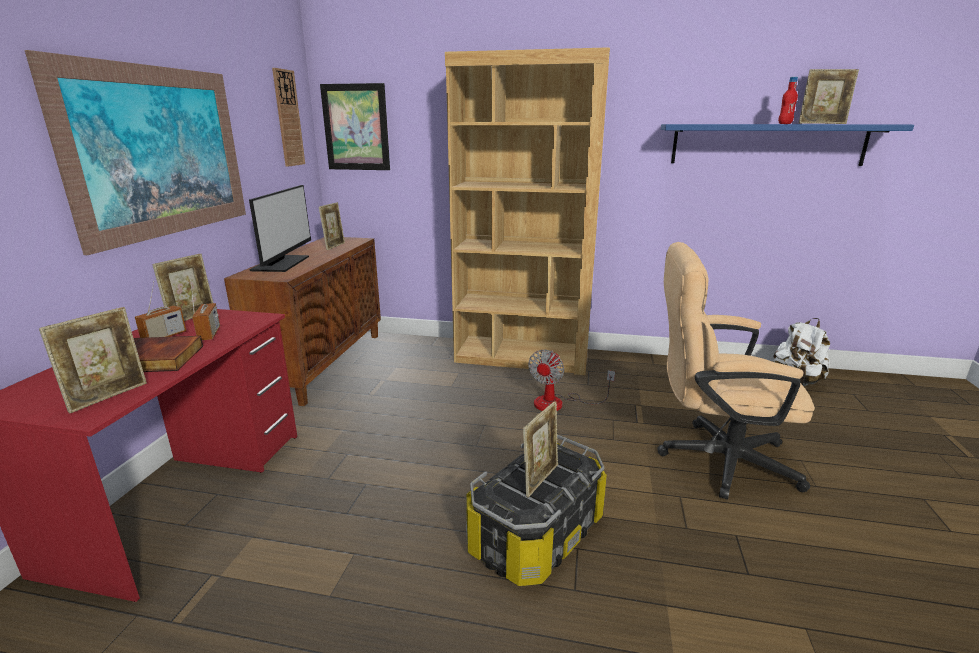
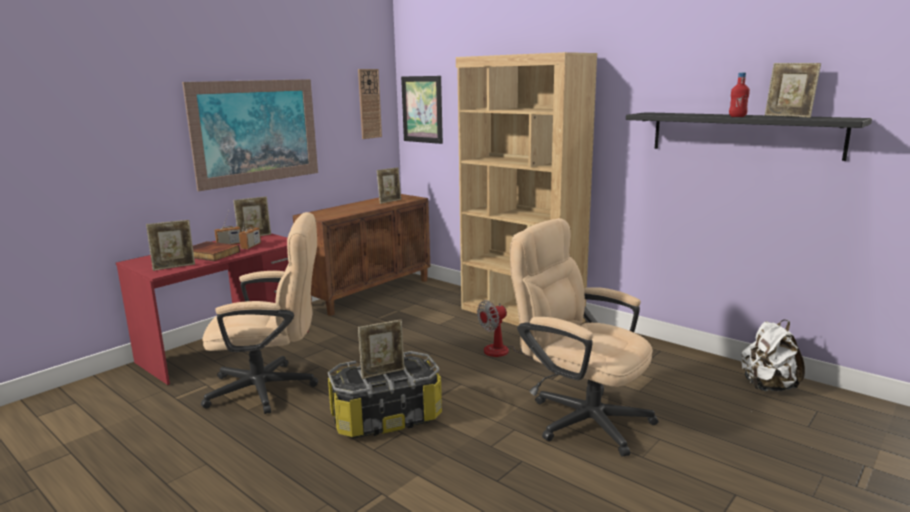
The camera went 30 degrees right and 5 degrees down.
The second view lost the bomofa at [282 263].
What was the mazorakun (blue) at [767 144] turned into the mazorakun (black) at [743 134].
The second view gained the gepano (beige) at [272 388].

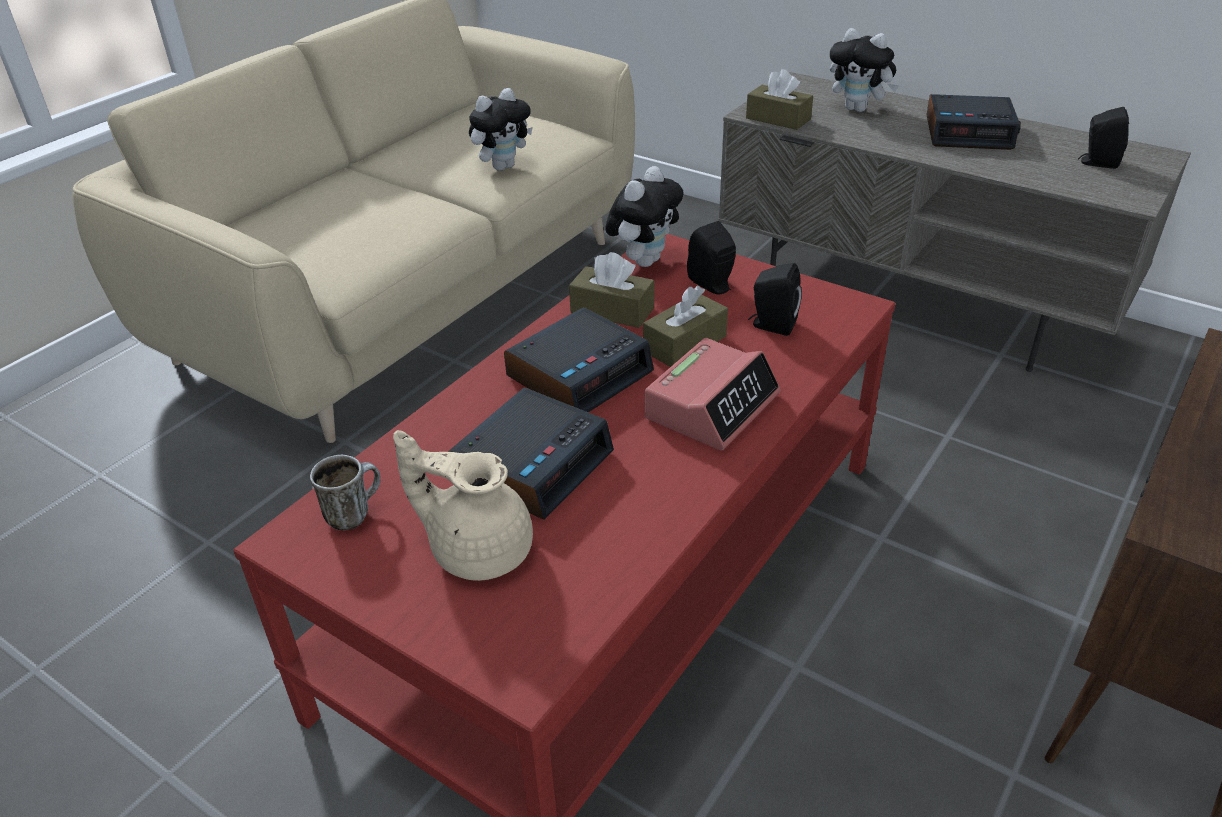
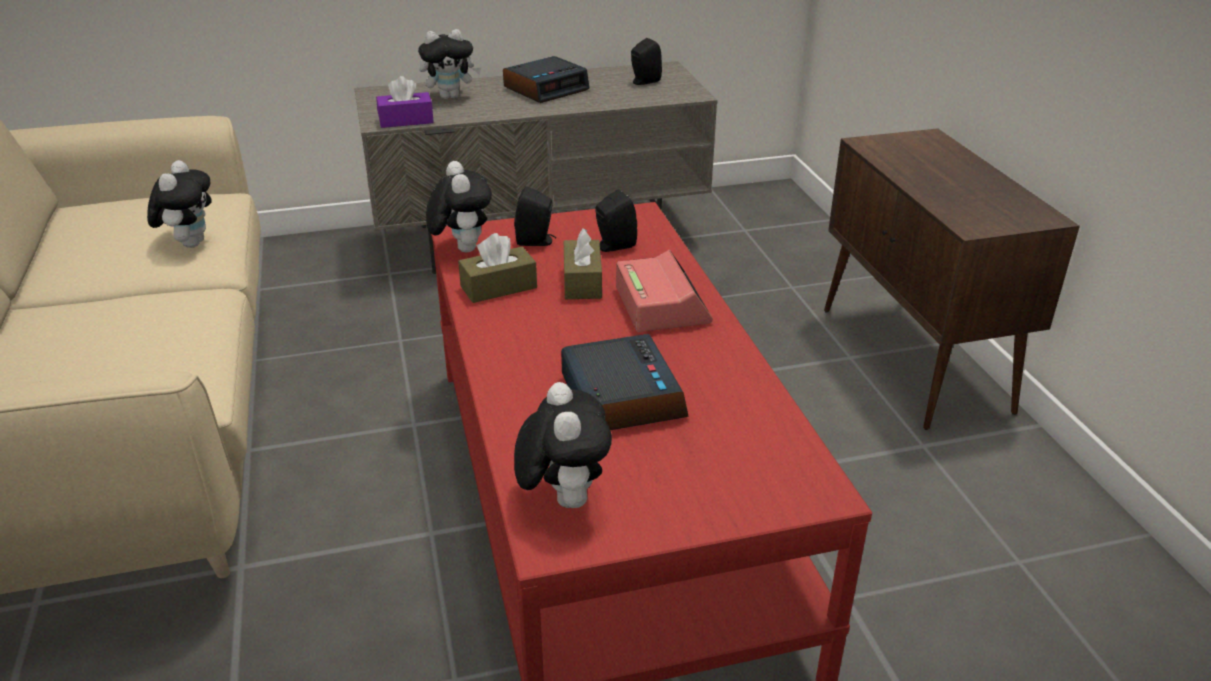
The camera went 50 degrees left and 5 degrees down.
Where the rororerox stood at [353 513], the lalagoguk came to stand at [562 498].
The second view lost the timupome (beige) at [478 548].
The second view lost the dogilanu at [579 373].
What was the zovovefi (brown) at [778 119] turned into the zovovefi (purple) at [406 120].

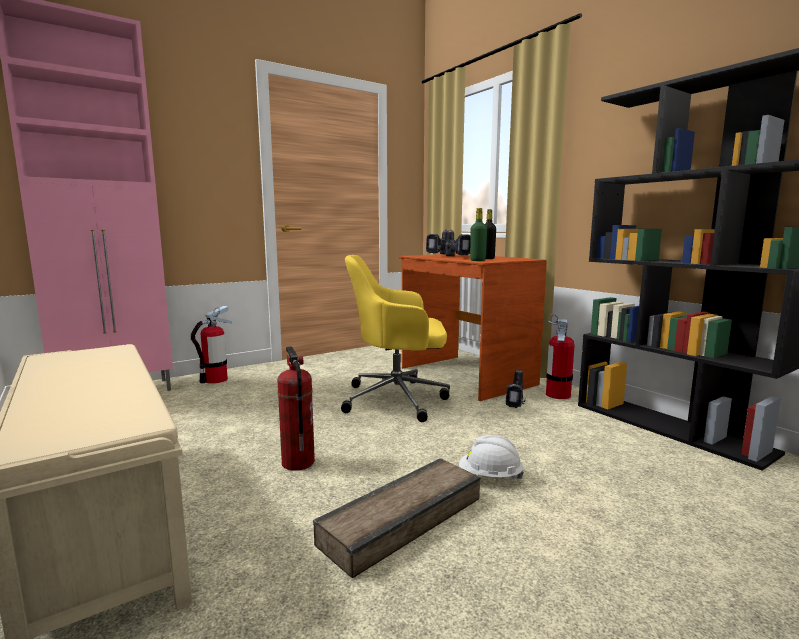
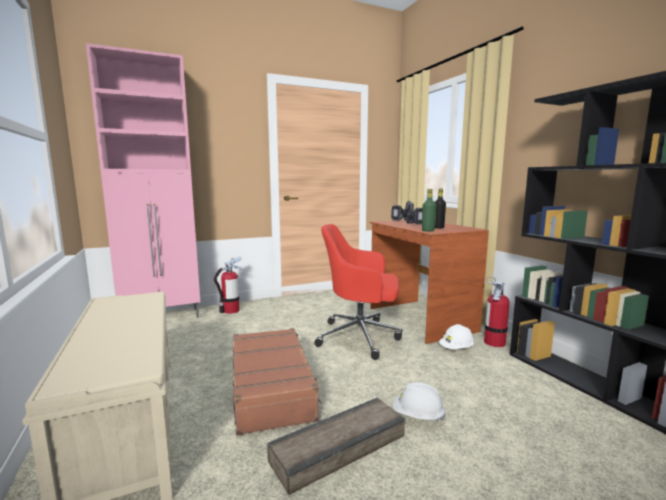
The camera went 10 degrees right and 0 degrees up.
Where the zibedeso stood at [297 463], the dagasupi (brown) came to stand at [272 387].
What was the gepano (yellow) at [398 399] turned into the gepano (red) at [361 337].
Where the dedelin stood at [516 404], the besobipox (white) came to stand at [456 349].

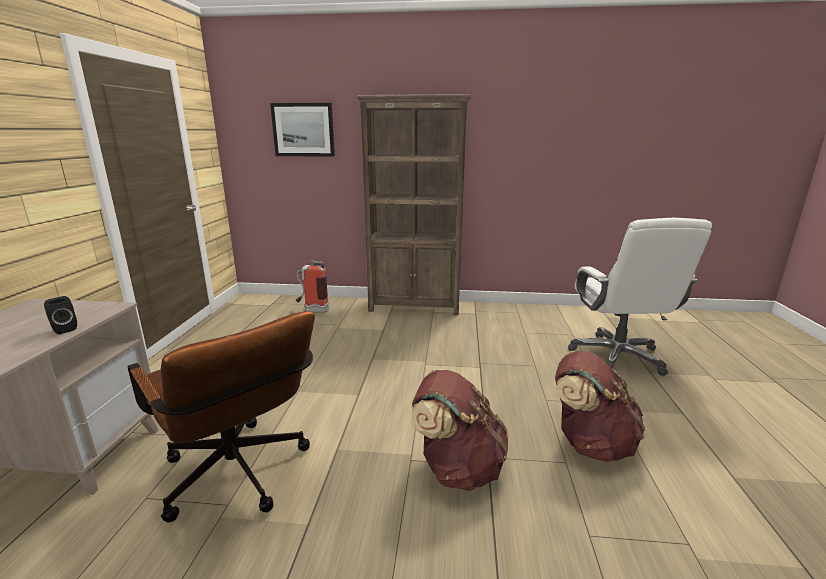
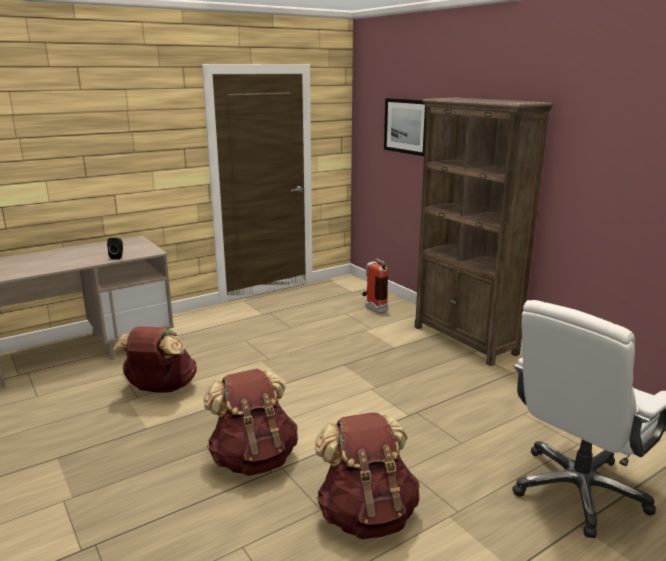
The camera went 50 degrees right and 0 degrees up.
Where the gepano (brown) stood at [240 478], the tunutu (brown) came to stand at [160 389].

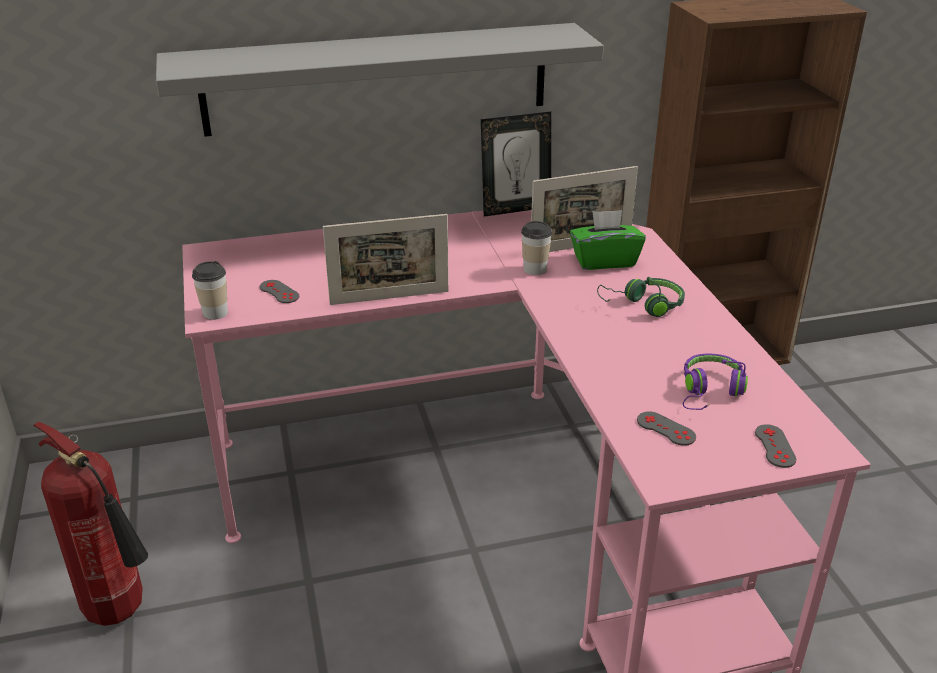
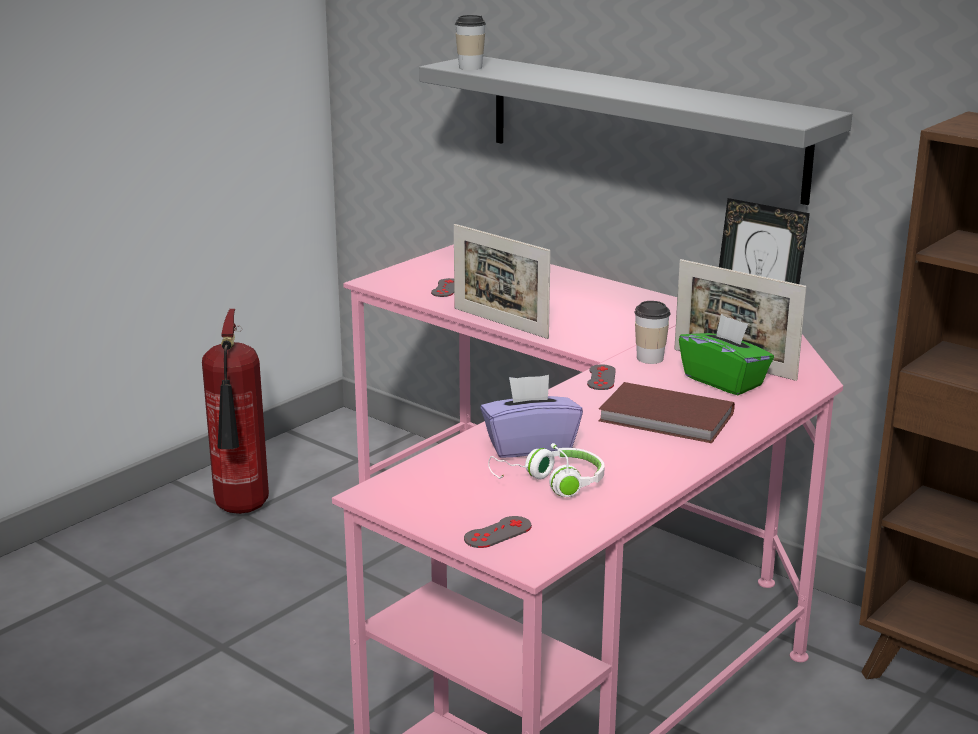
The camera went 55 degrees right and 10 degrees down.
The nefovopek ended up elsewhere, having gone from [215 313] to [470 67].
Where the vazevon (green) stood at [644 305], the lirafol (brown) came to stand at [667 418].
The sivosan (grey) ended up elsewhere, having gone from [666 429] to [601 378].
What was the vazevon (purple) at [710 391] turned into the vazevon (white) at [551 483].
The second view gained the zovovefi (purple) at [530 446].

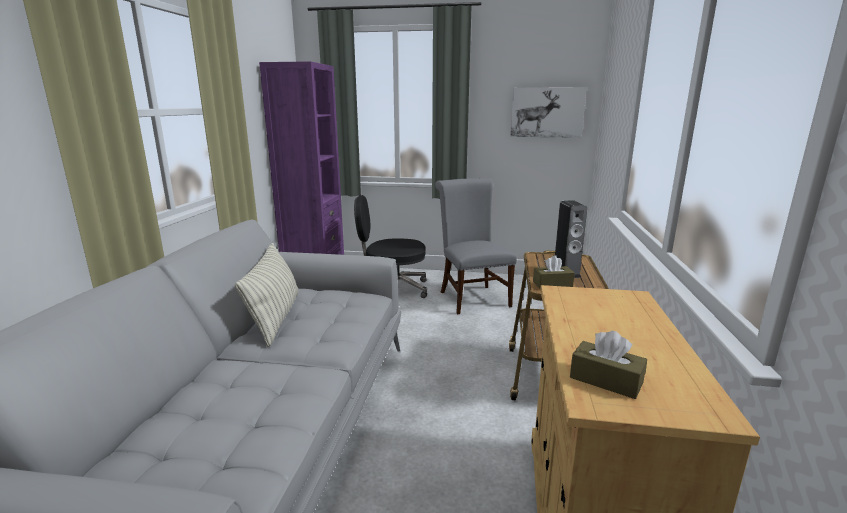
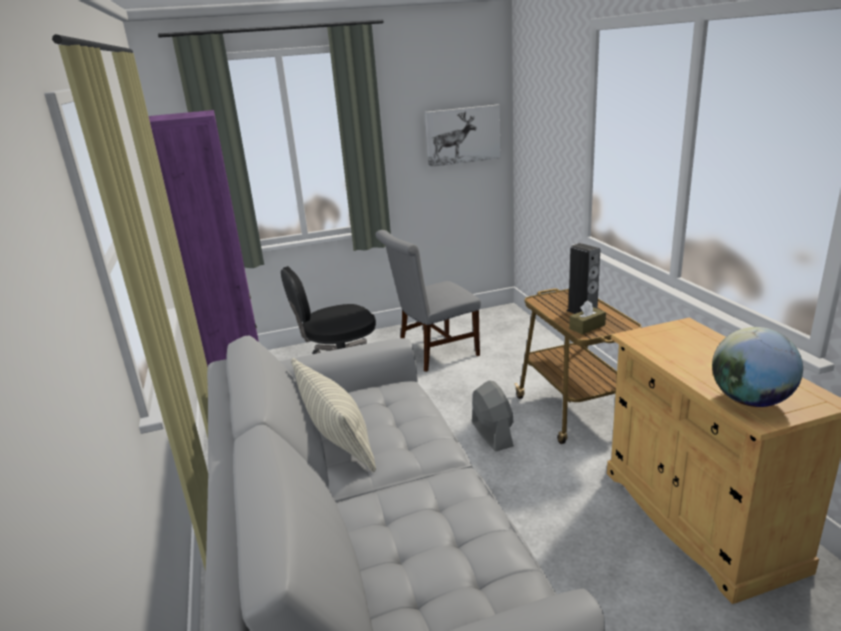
The camera went 25 degrees left and 5 degrees up.
The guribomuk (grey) at [472 297] ended up facing another way, 75 degrees counterclockwise from before.
Where the zovovefi (brown) stood at [606 380], the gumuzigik came to stand at [750 401].
The second view gained the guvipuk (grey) at [492 434].

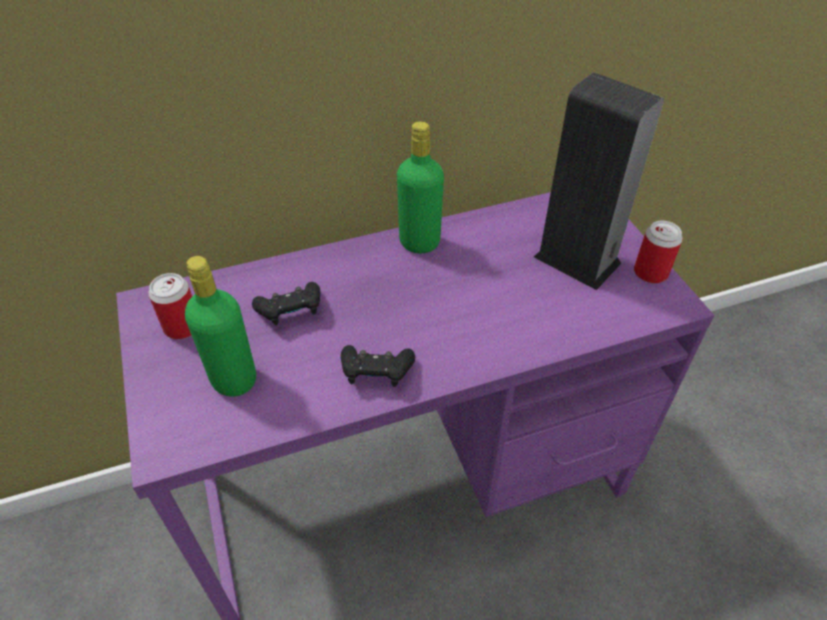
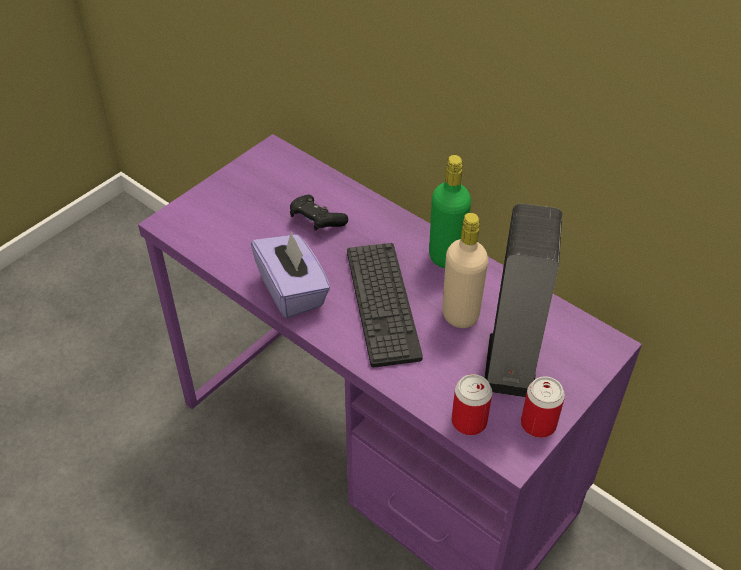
The camera went 60 degrees right and 0 degrees up.
The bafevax ended up elsewhere, having gone from [182 327] to [469 421].
The second view lost the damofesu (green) at [234 380].
Where the sivosan (black) stood at [376 374], the zovovefi (purple) came to stand at [292 291].
The second view gained the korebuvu at [382 303].
The second view gained the damofesu (beige) at [460 315].

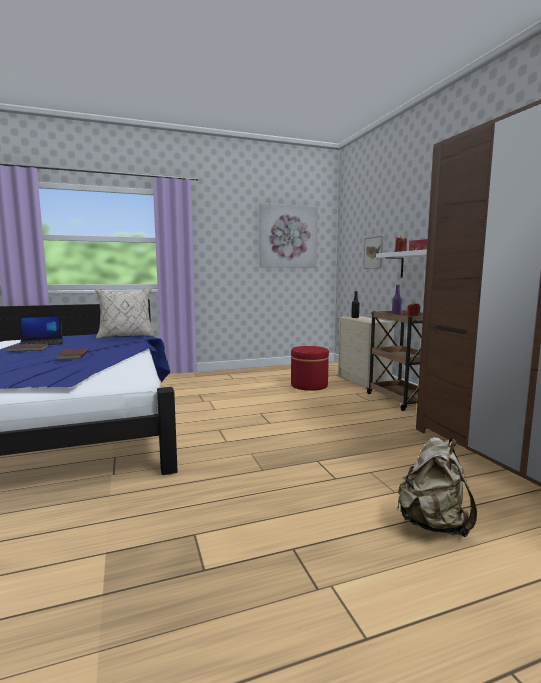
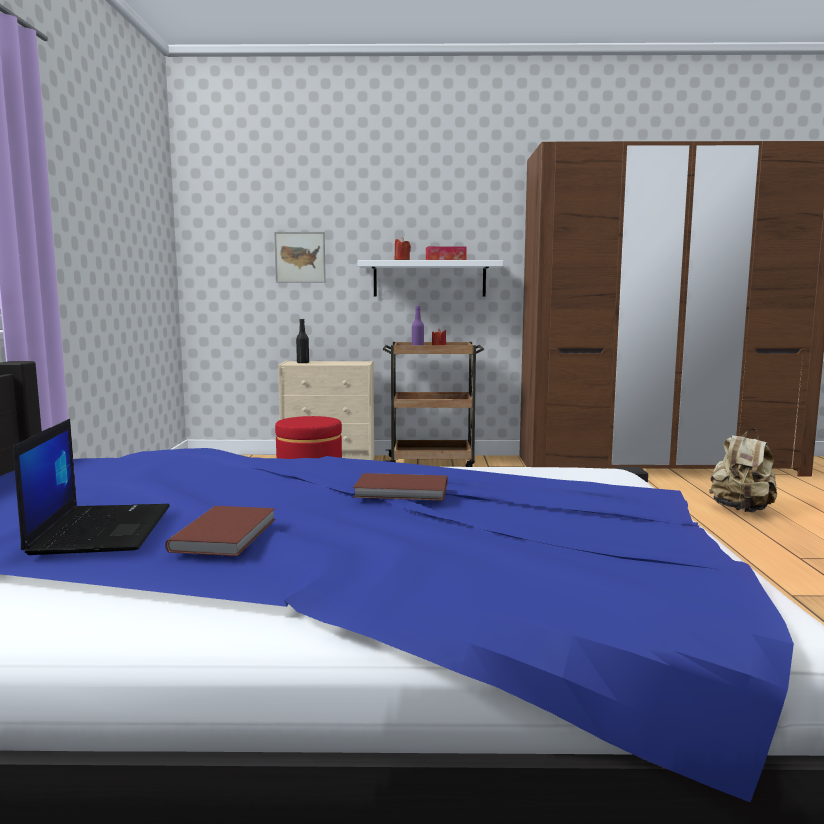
The camera went 70 degrees left and 0 degrees up.
The second view lost the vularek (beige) at [126 336].
The second view lost the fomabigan at [288 236].

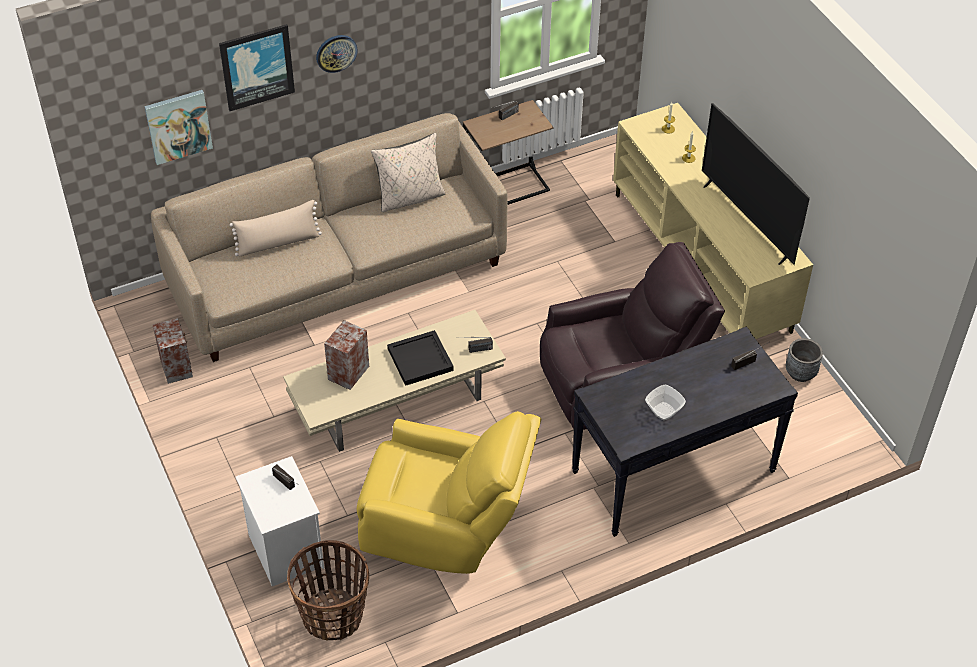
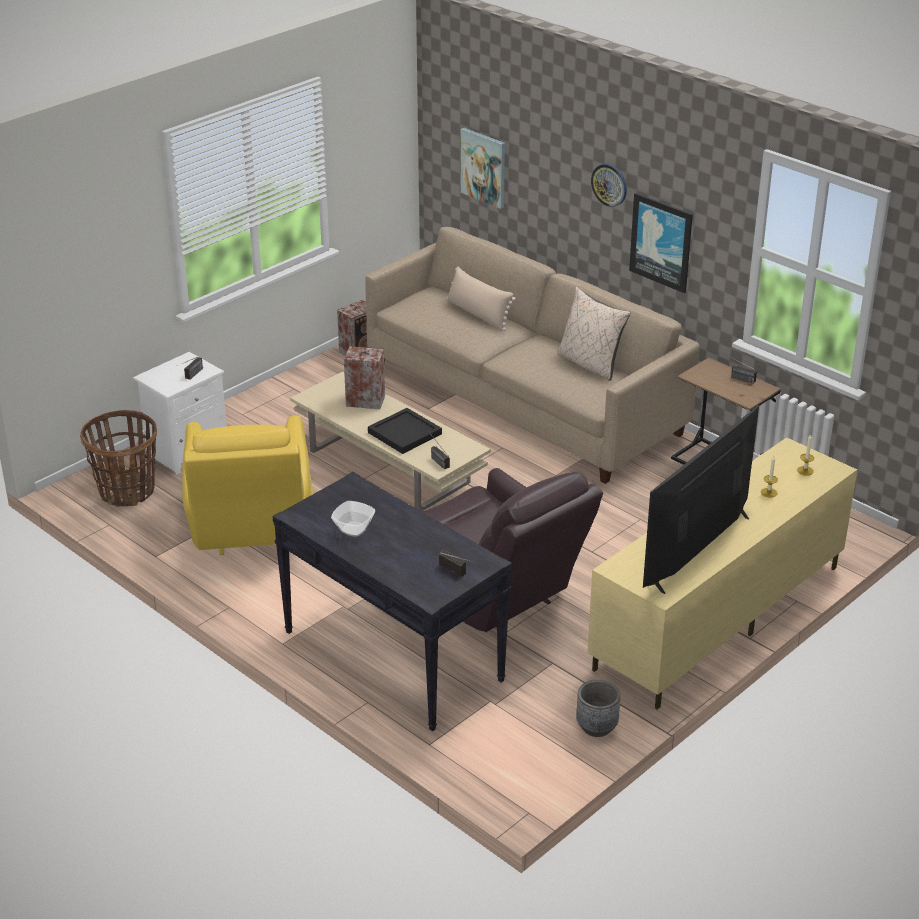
The camera went 70 degrees right and 15 degrees down.
The fomabigan ended up elsewhere, having gone from [257 66] to [661 242].

